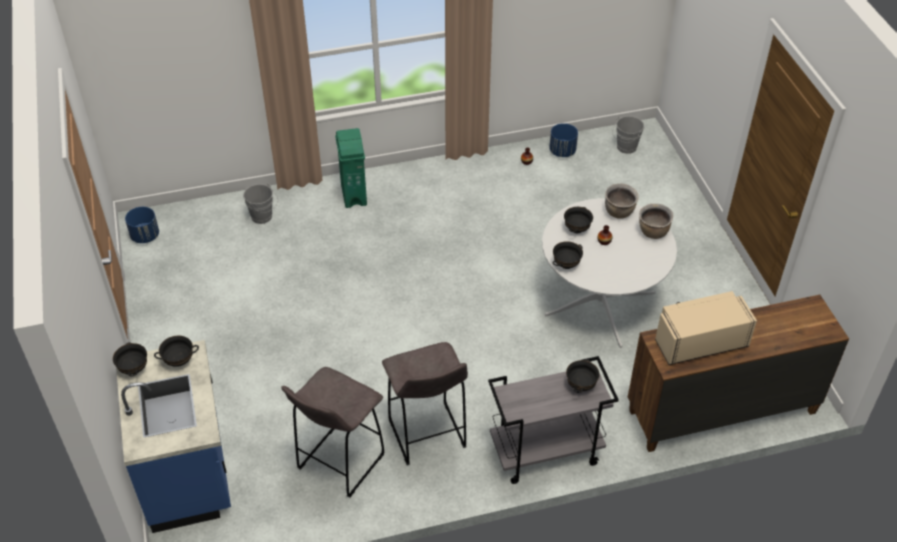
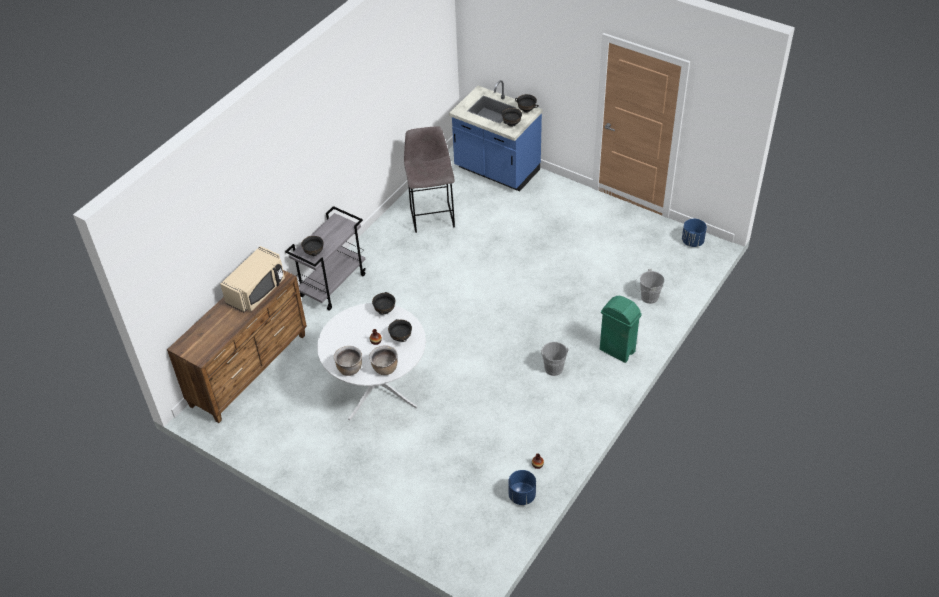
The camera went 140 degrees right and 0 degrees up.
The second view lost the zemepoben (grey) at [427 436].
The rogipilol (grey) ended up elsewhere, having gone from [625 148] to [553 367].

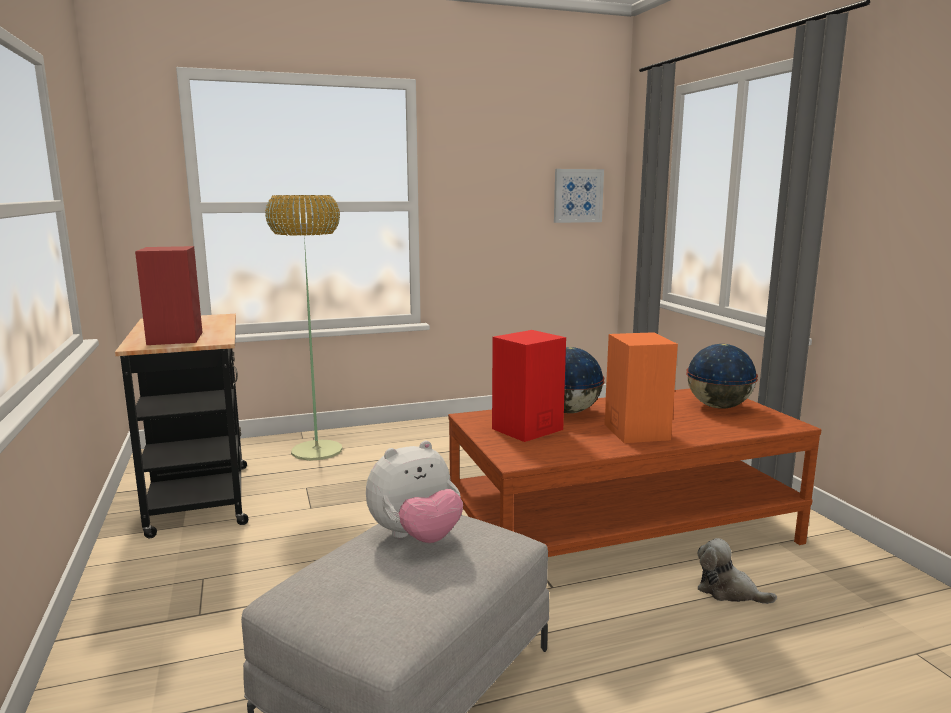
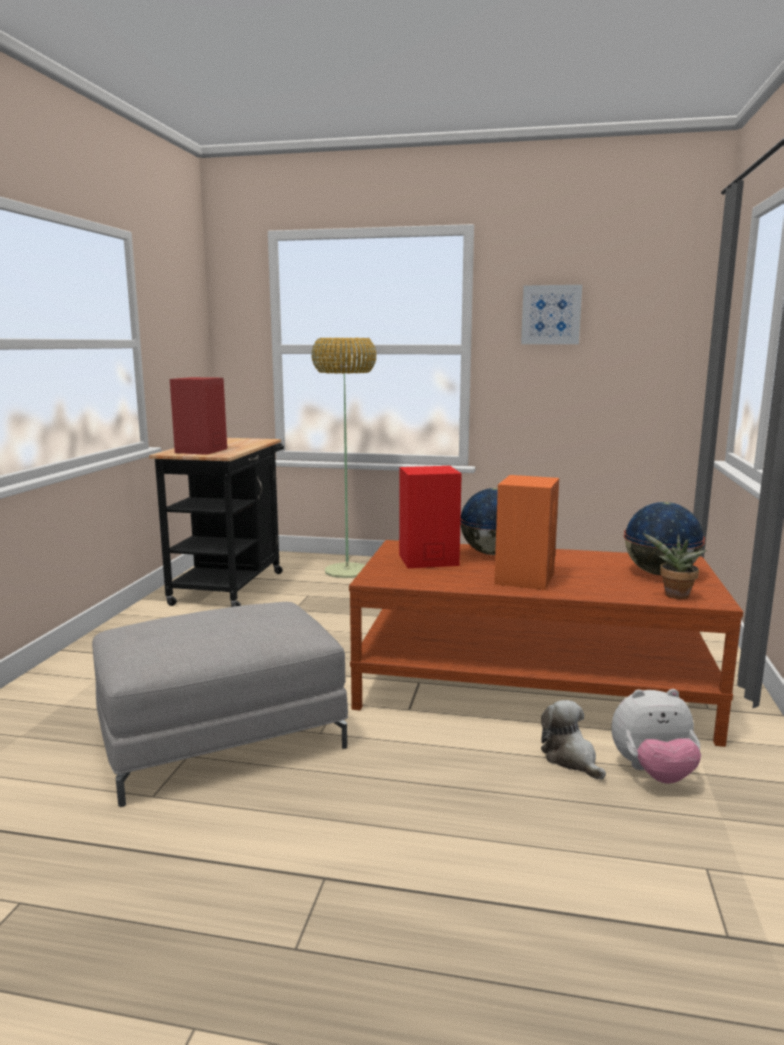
The camera went 30 degrees right and 0 degrees up.
The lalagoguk ended up elsewhere, having gone from [416 537] to [653 773].
The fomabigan ended up elsewhere, having gone from [578 195] to [551 315].
The second view gained the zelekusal at [674 596].

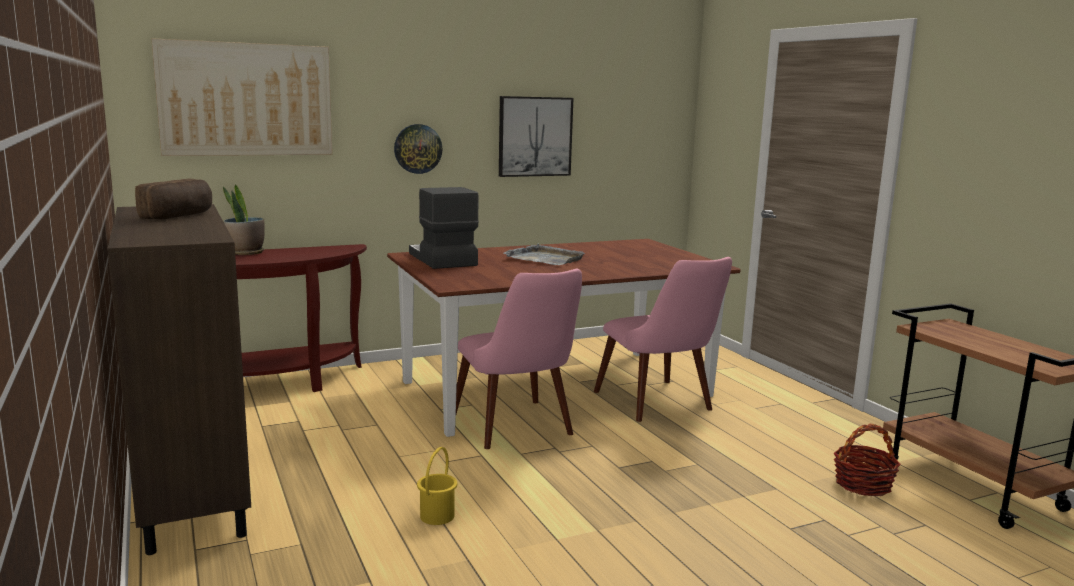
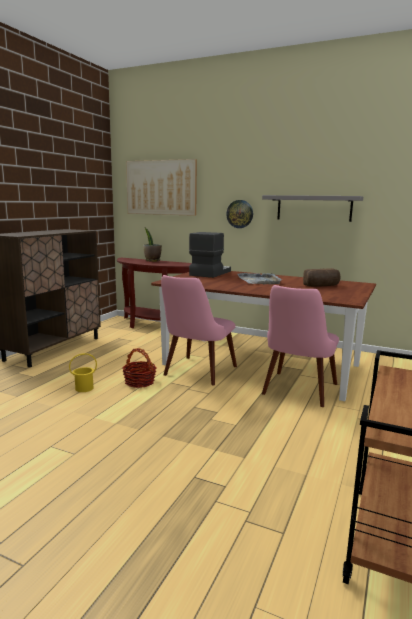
The camera went 50 degrees right and 0 degrees up.
The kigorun ended up elsewhere, having gone from [179 216] to [322 286].
Where the fomabigan hung at [535 136], the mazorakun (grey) came to hang at [314 208].
The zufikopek ended up elsewhere, having gone from [863 484] to [139 382].

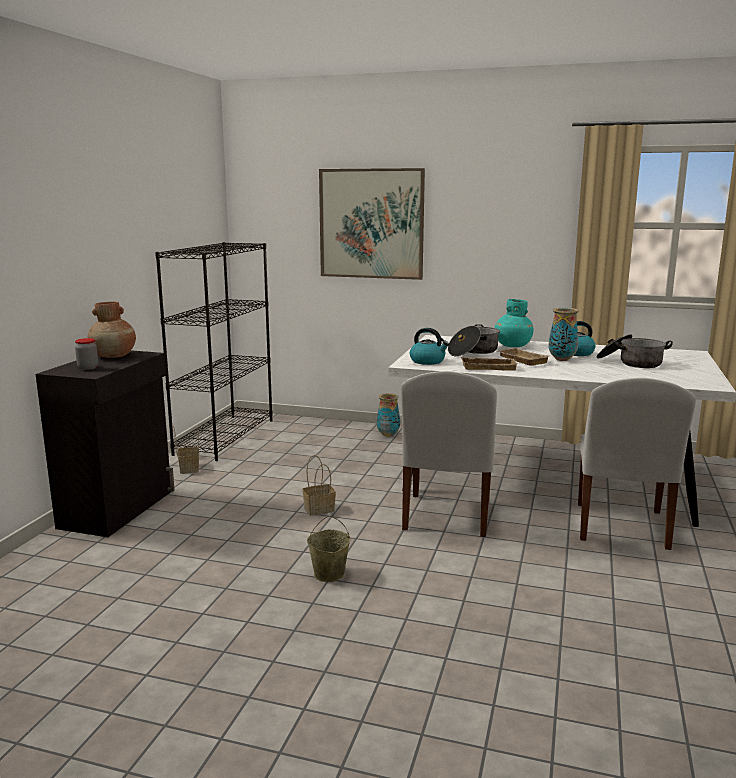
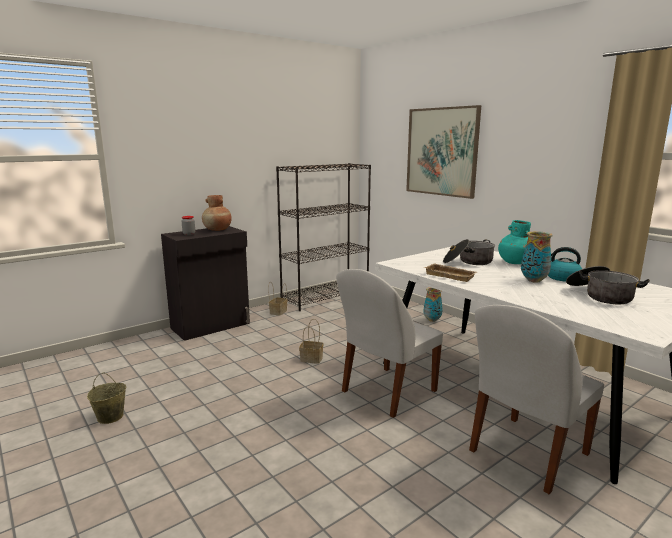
The camera went 35 degrees right and 0 degrees up.
The rogipilol (beige) ended up elsewhere, having gone from [329 574] to [110 417].
The second view lost the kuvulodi at [428 361].
The second view lost the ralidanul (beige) at [520 360].

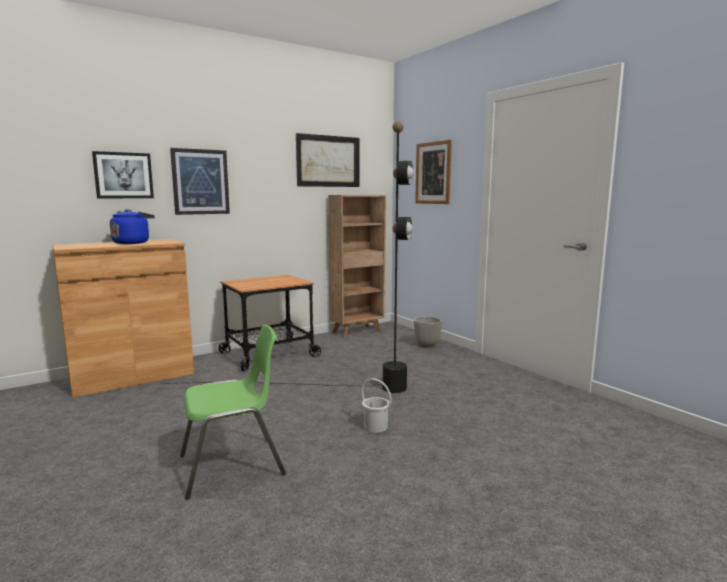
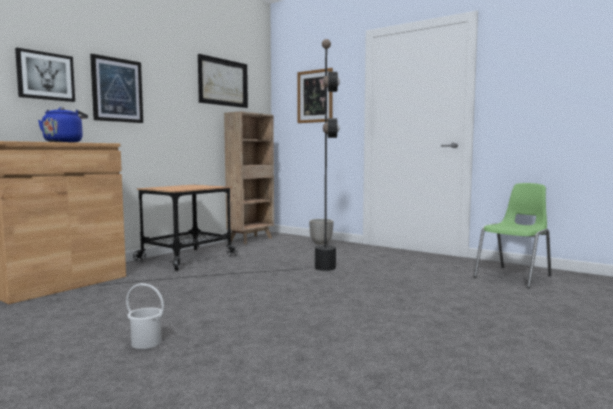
The camera went 20 degrees left and 5 degrees down.
The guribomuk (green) ended up elsewhere, having gone from [233 466] to [514 276].
The rogipilol (white) ended up elsewhere, having gone from [375 426] to [146 342].

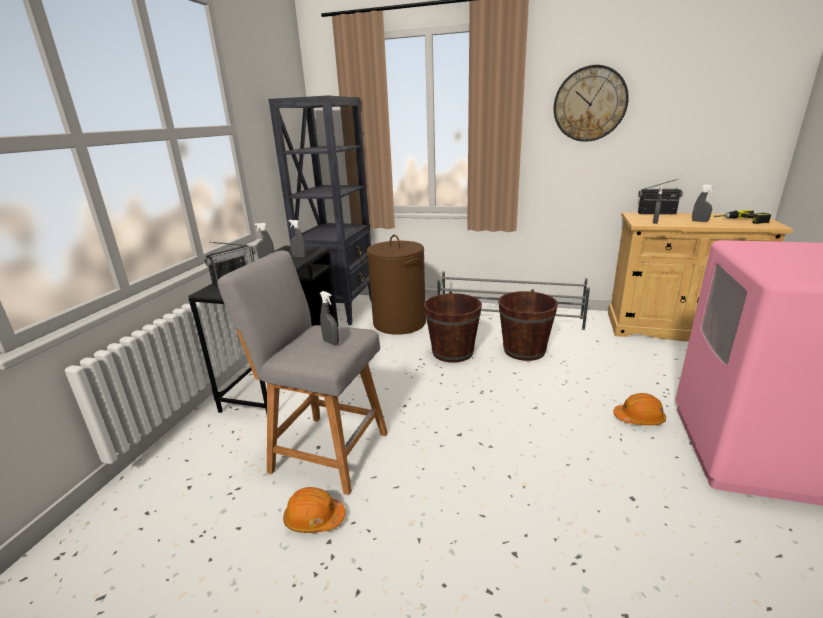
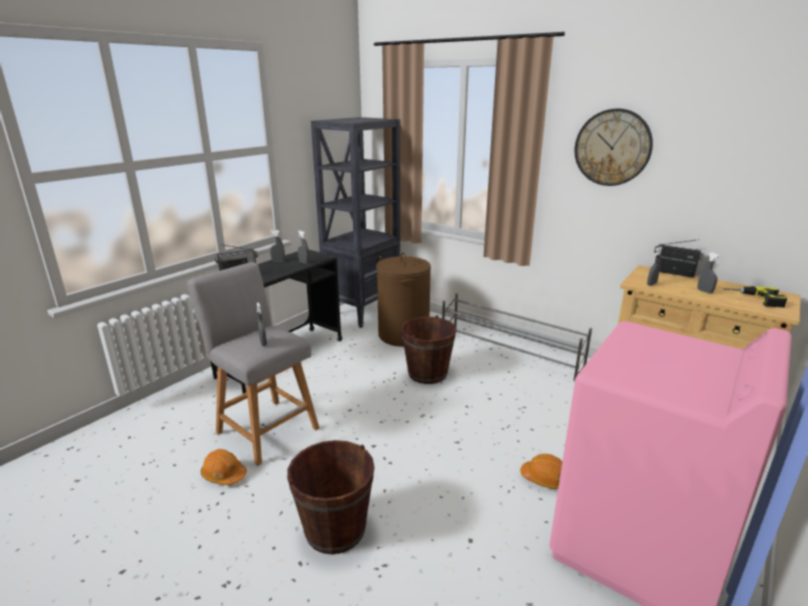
The camera went 20 degrees right and 0 degrees up.
The rogipilol (brown) ended up elsewhere, having gone from [524 350] to [335 529].

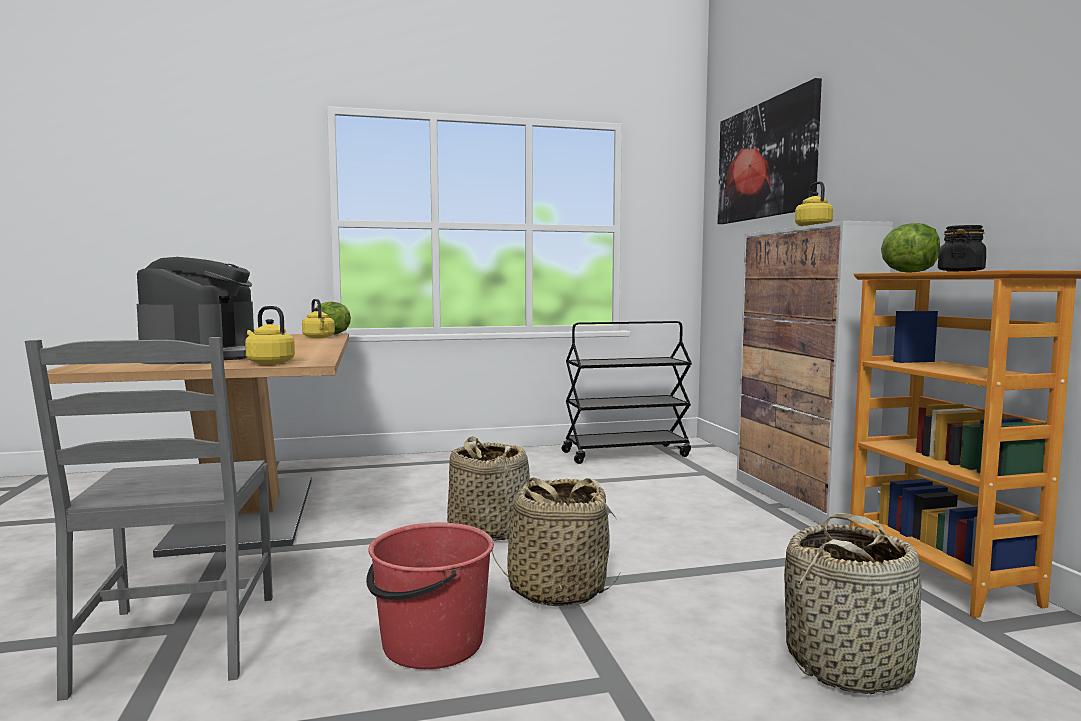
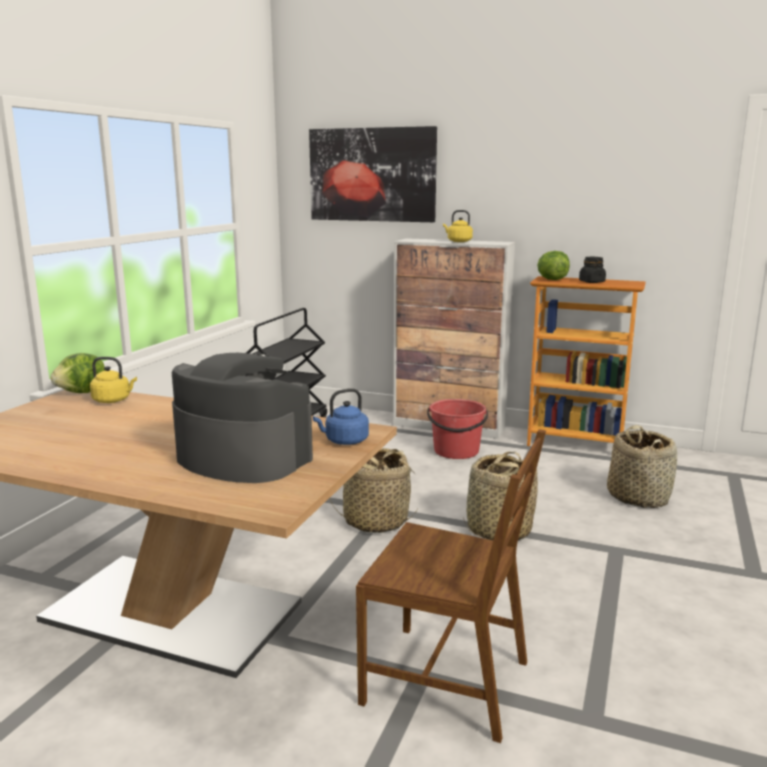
The camera went 55 degrees left and 10 degrees up.
What was the guribomuk (grey) at [177 642] turned into the guribomuk (brown) at [448 680].
What was the kuvulodi (yellow) at [269 363] turned into the kuvulodi (blue) at [344 441].
The rogipilol (red) ended up elsewhere, having gone from [431 644] to [456 451].

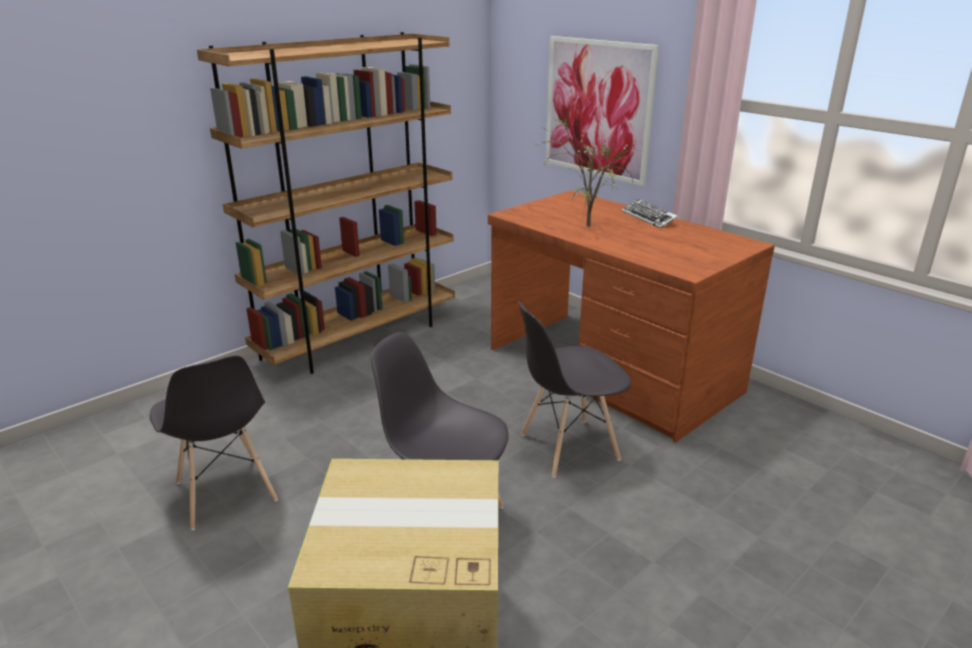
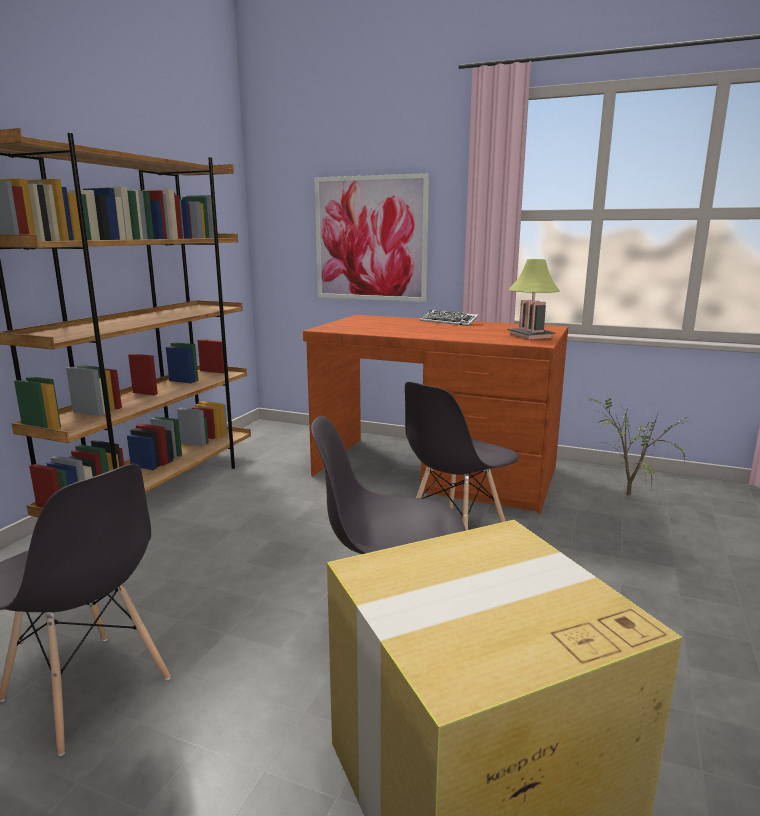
The camera went 25 degrees left and 10 degrees down.
The zelekusal ended up elsewhere, having gone from [584 226] to [625 495].
The second view gained the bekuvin at [530 336].

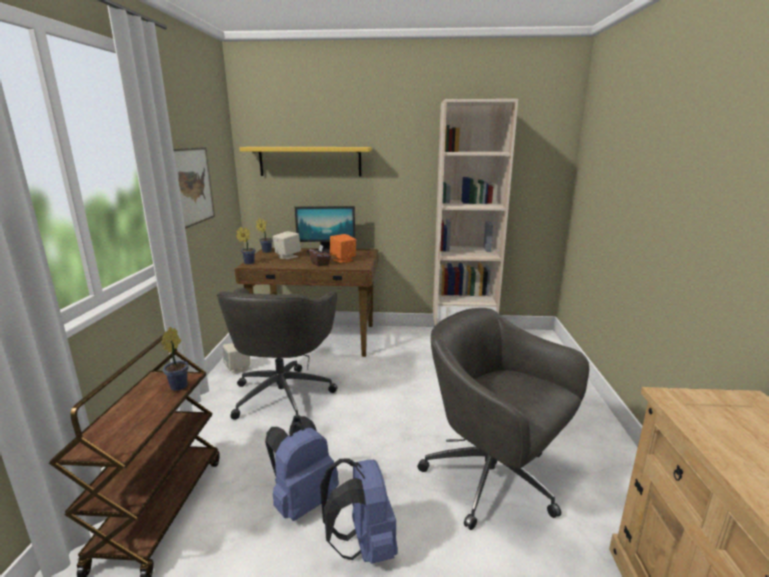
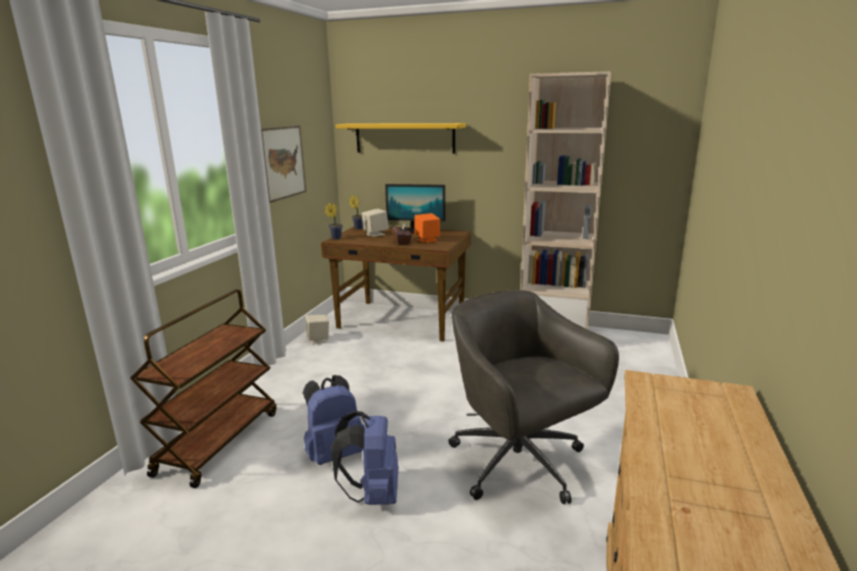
The camera went 15 degrees right and 0 degrees up.
The second view lost the zelekusal at [180 385].
The second view lost the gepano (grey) at [283 394].

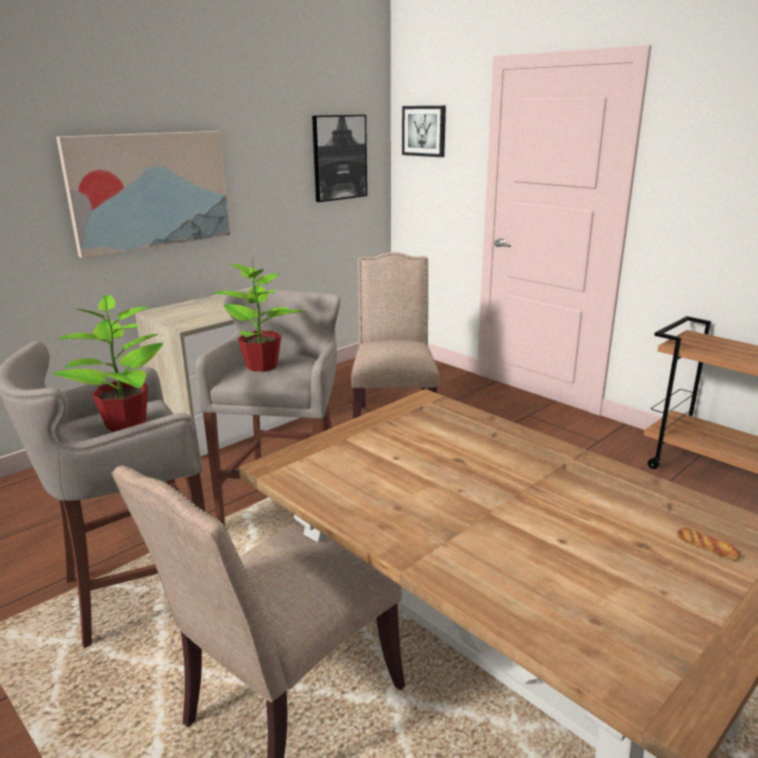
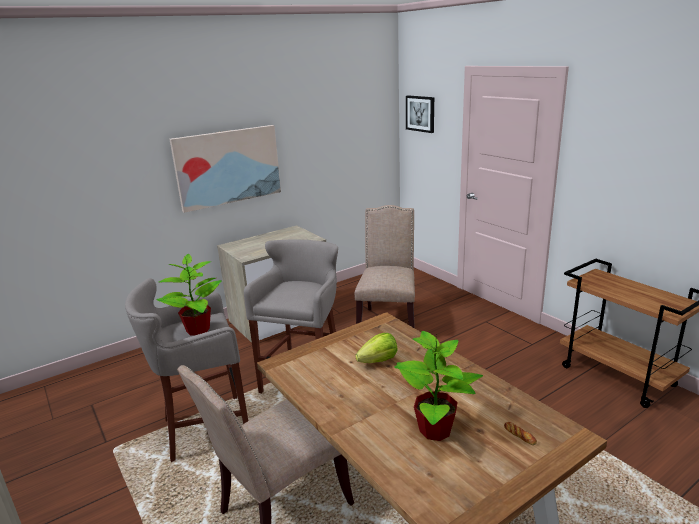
The camera went 10 degrees right and 0 degrees up.
The zelekusal ended up elsewhere, having gone from [262 366] to [436 430].
The second view lost the fomabigan at [339 157].
The second view gained the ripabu at [378 361].

